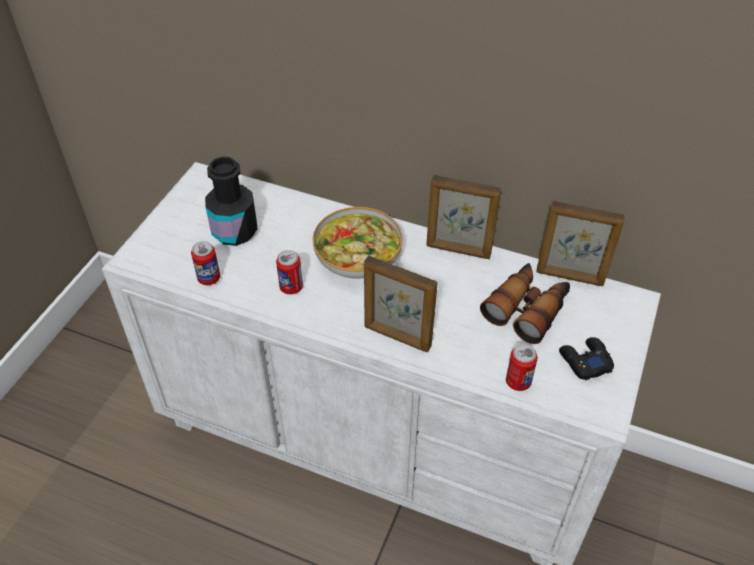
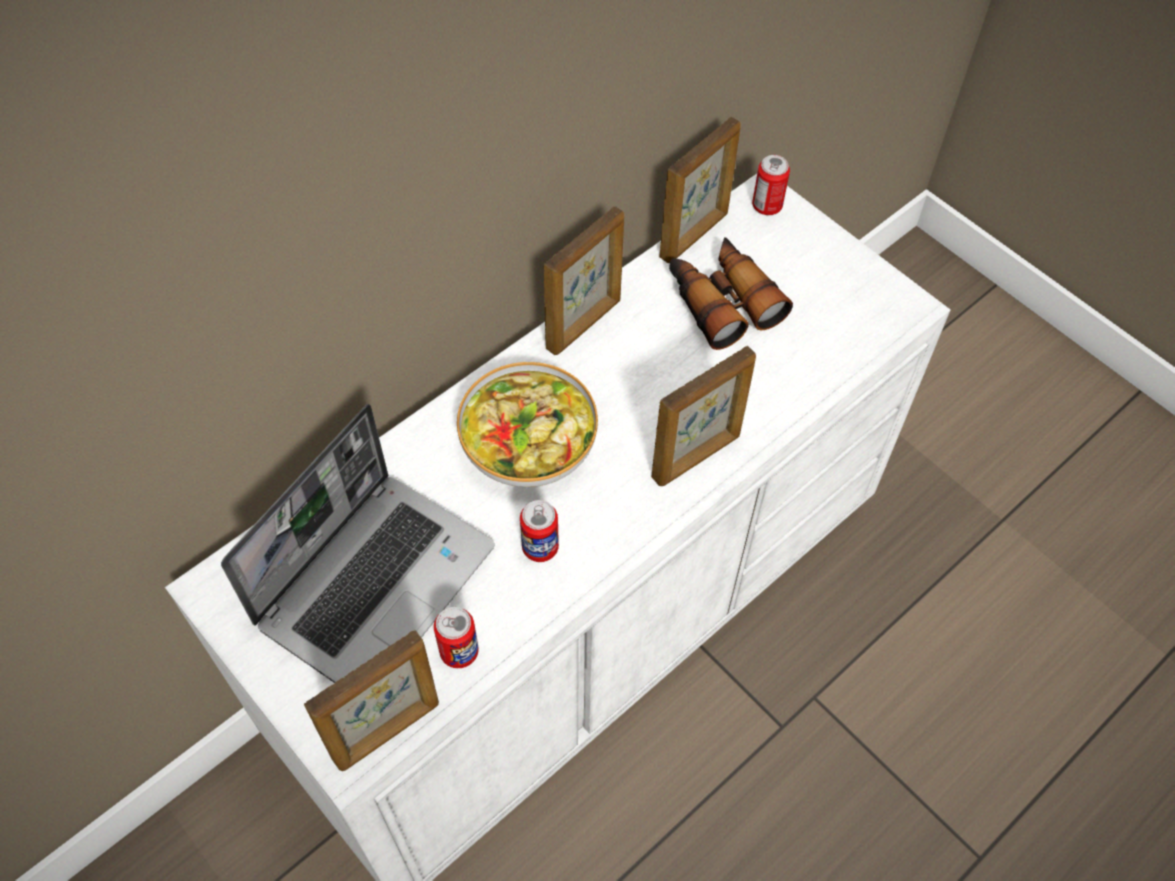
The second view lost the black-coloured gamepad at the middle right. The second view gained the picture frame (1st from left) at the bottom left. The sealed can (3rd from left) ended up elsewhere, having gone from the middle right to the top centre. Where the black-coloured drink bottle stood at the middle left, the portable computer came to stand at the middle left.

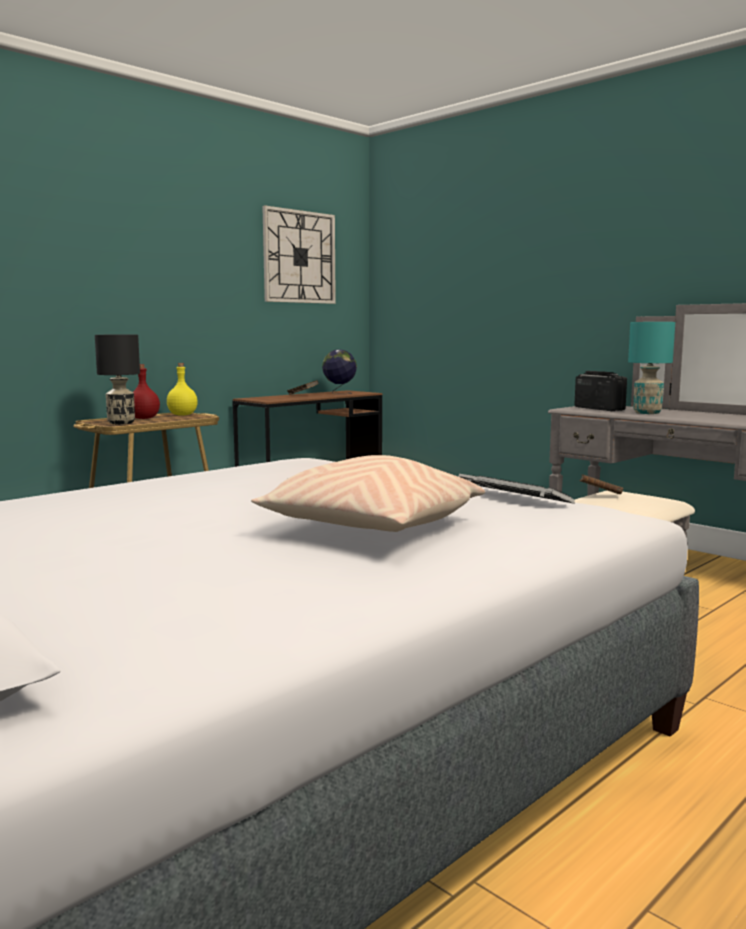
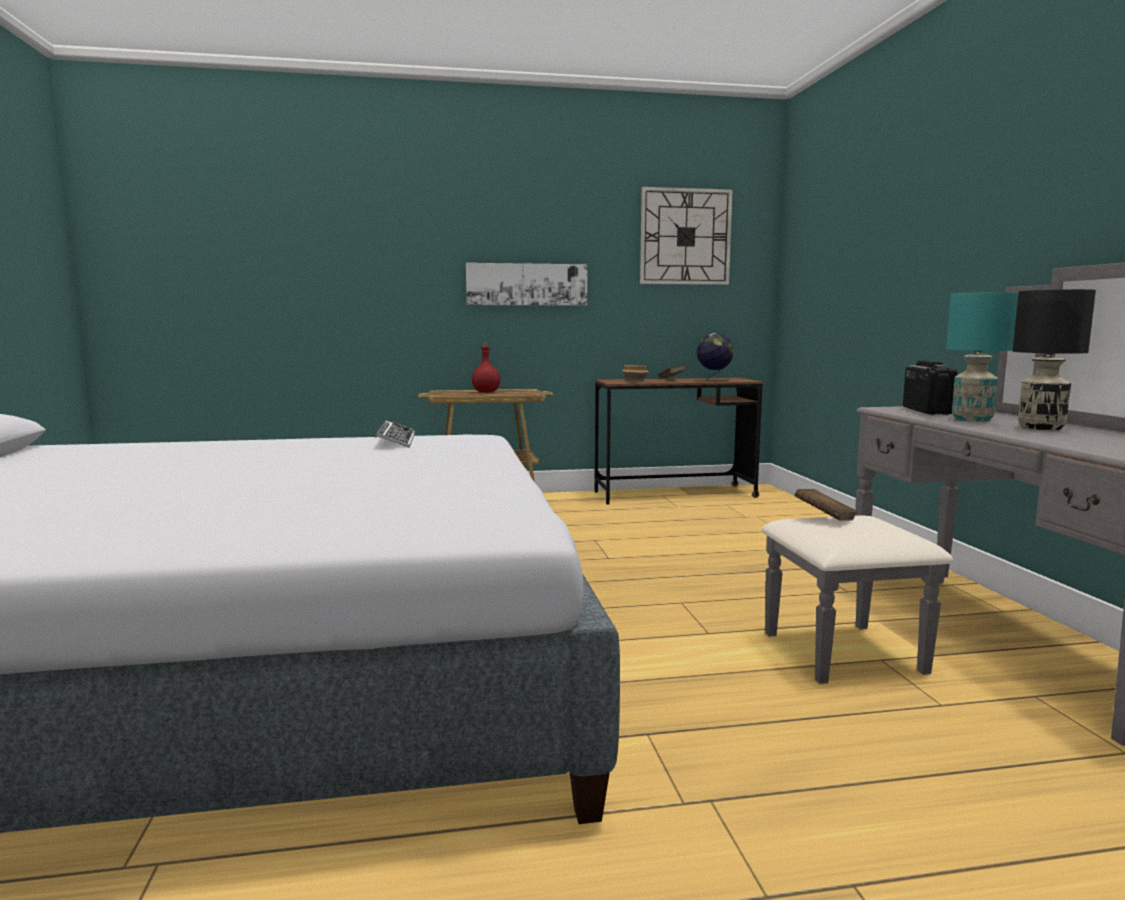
The second view lost the yellowish drink bottle at the middle left. The second view lost the beige cushion at the centre. The second view gained the wall art at the top centre. The second view gained the deep dish at the centre. The black-coloured tabletop lamp ended up elsewhere, having gone from the middle left to the middle right. The keyboard ended up elsewhere, having gone from the middle right to the centre.

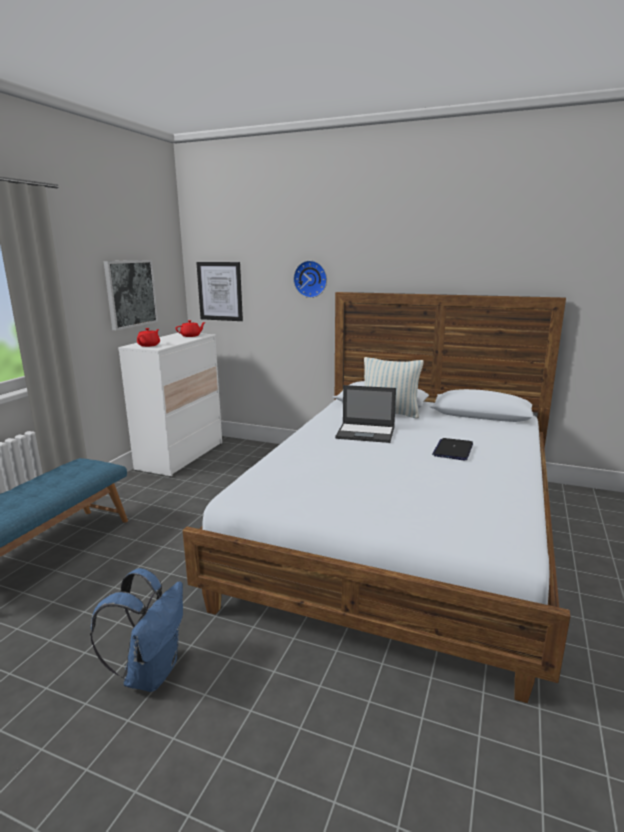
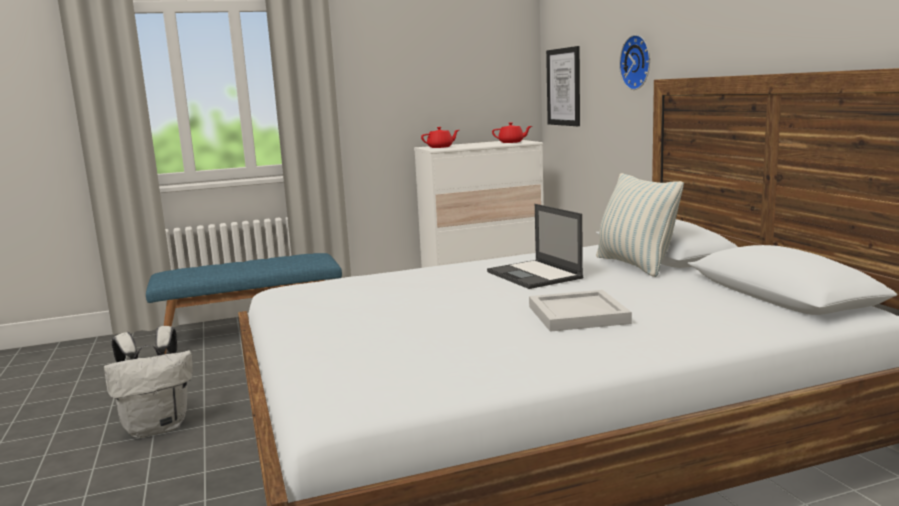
The second view lost the wall art (1st from left) at the middle left. Where the portable computer (2nd from left) stood at the middle right, the whitish carrying tray came to stand at the centre. What was the blue knapsack at the bottom left turned into the whitish knapsack at the bottom left.

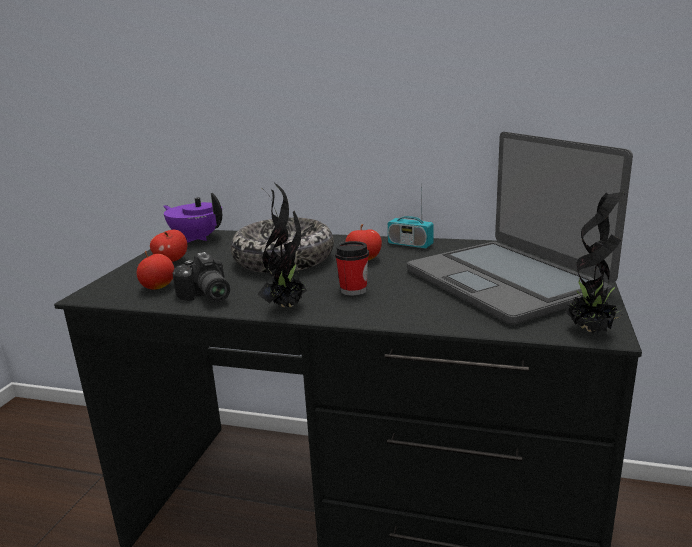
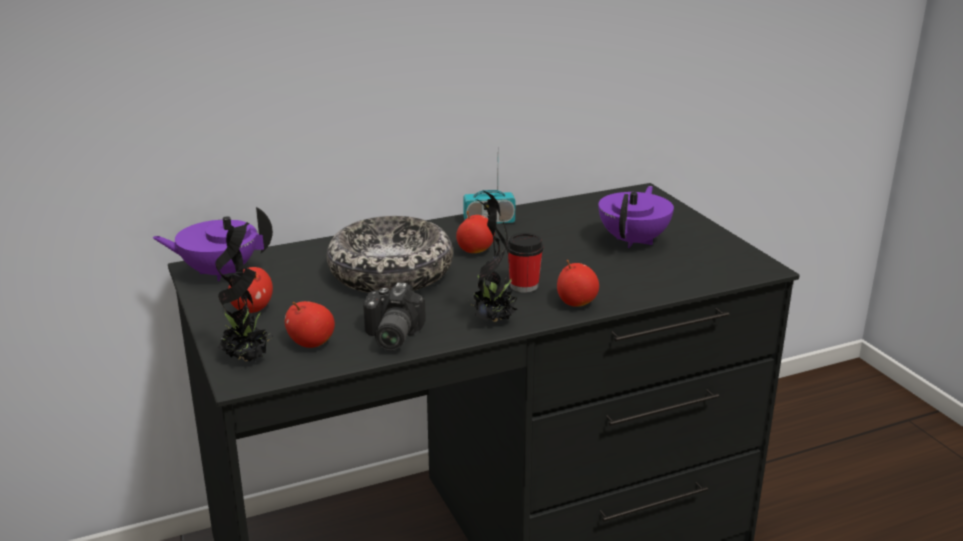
The second view gained the apple fruit (4th from left) at the centre. The plant in a pot (2nd from left in the first image) ended up elsewhere, having gone from the middle right to the middle left. Where the portable computer stood at the middle right, the purple-coloured pot for tea (2nd from left) came to stand at the centre. The photo camera at the middle left ended up facing another way, 75 degrees clockwise from before.

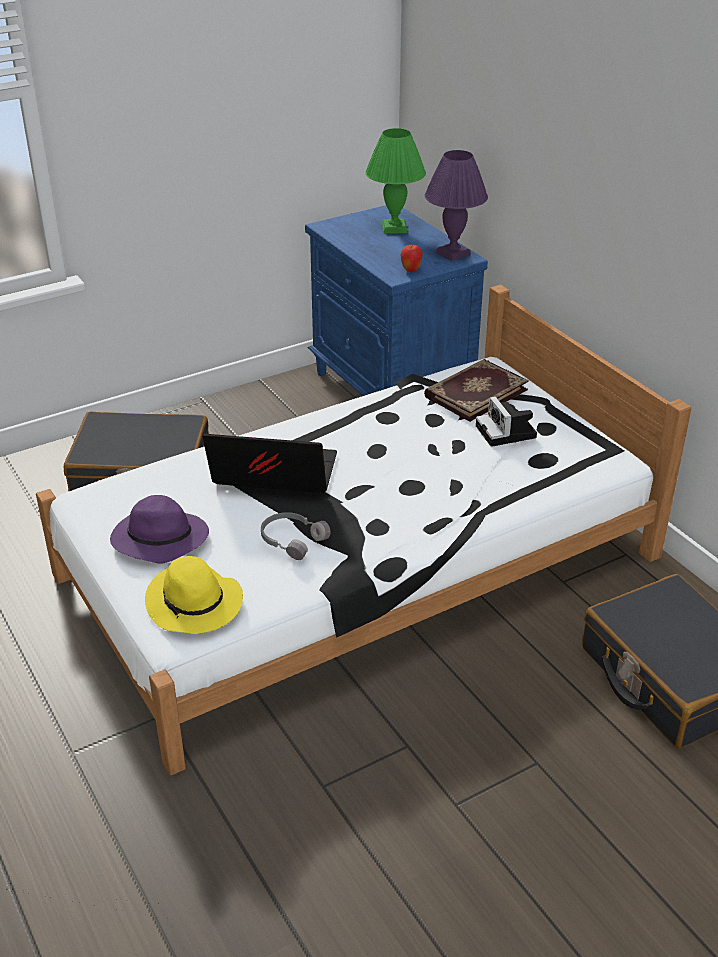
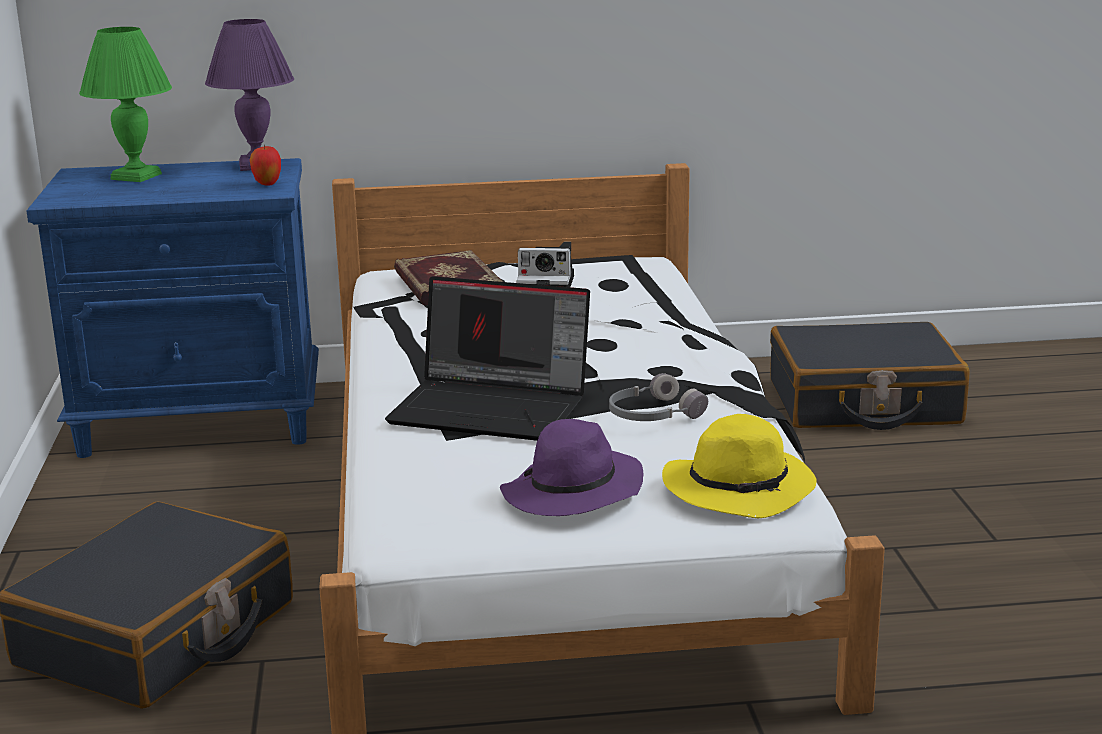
The portable computer at the centre ended up facing another way, 105 degrees counterclockwise from before.

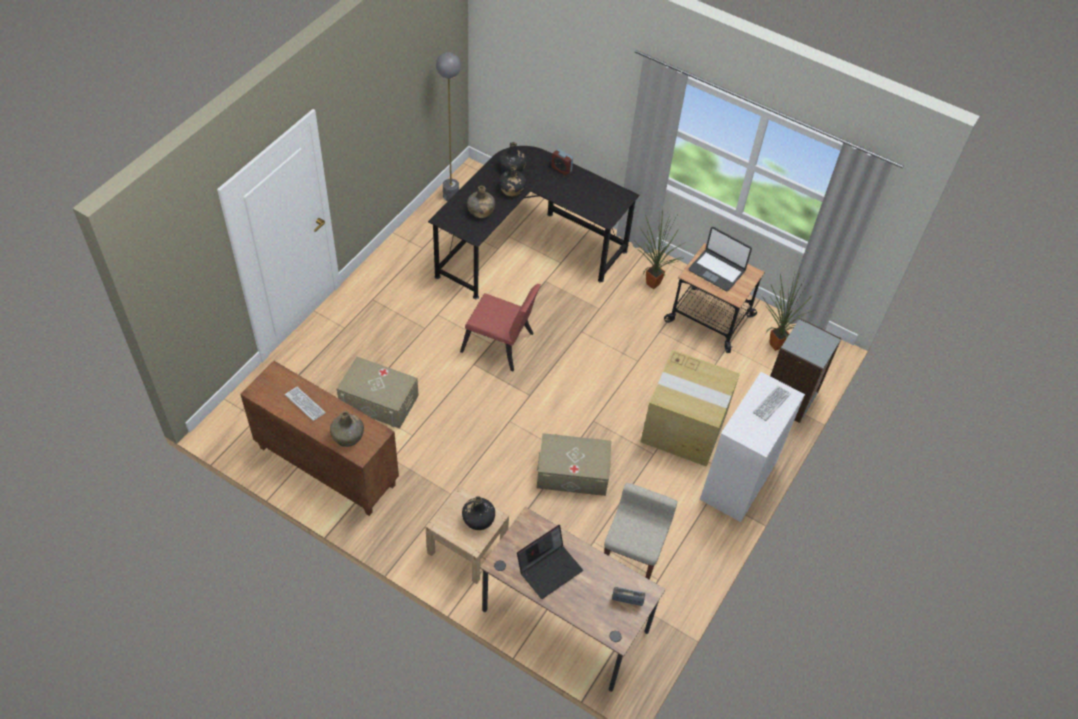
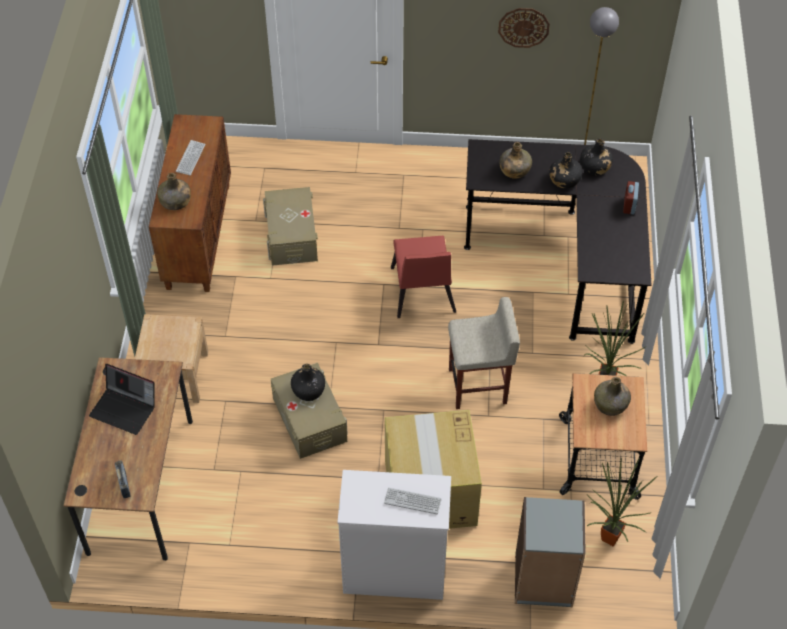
The second view gained the wall clock at the top centre. The black-coloured drink bottle (1st from left) ended up elsewhere, having gone from the bottom centre to the centre. The beige stool ended up elsewhere, having gone from the bottom centre to the centre. Where the portable computer (2nd from left) stood at the middle right, the green drink bottle (3rd from left) came to stand at the middle right.

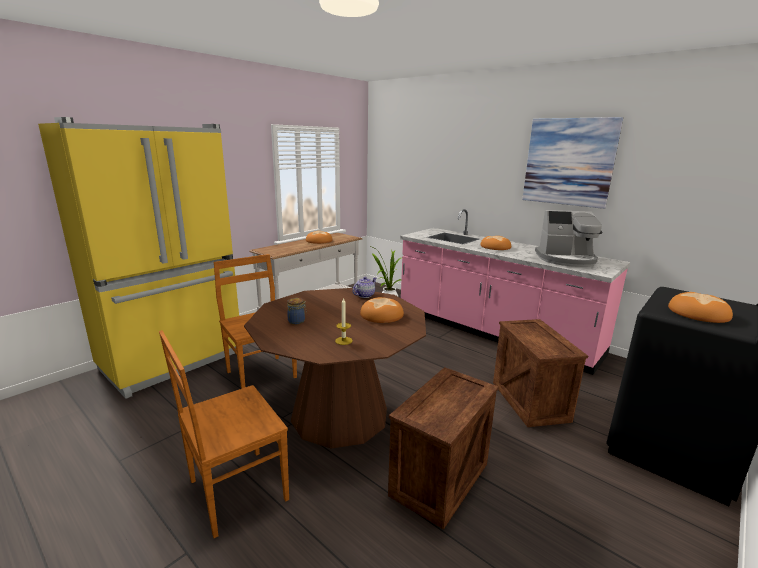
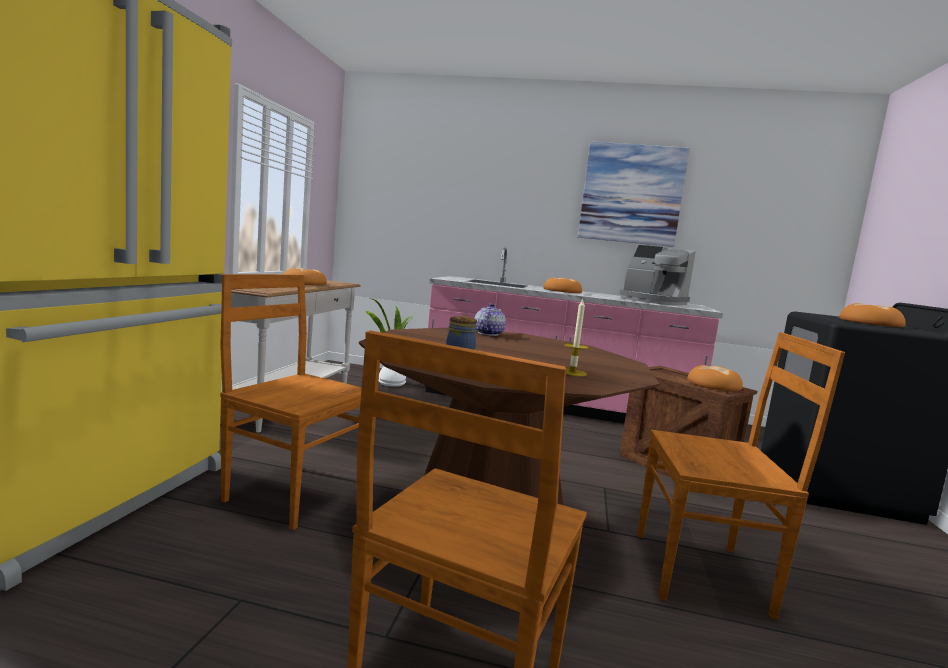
The baked bread (2nd from left in the first image) ended up elsewhere, having gone from the centre to the middle right. Where the crate (1st from left) stood at the bottom centre, the brown-coloured chair (3rd from left) came to stand at the bottom right. The coffee machine at the middle right ended up facing another way, 60 degrees clockwise from before.

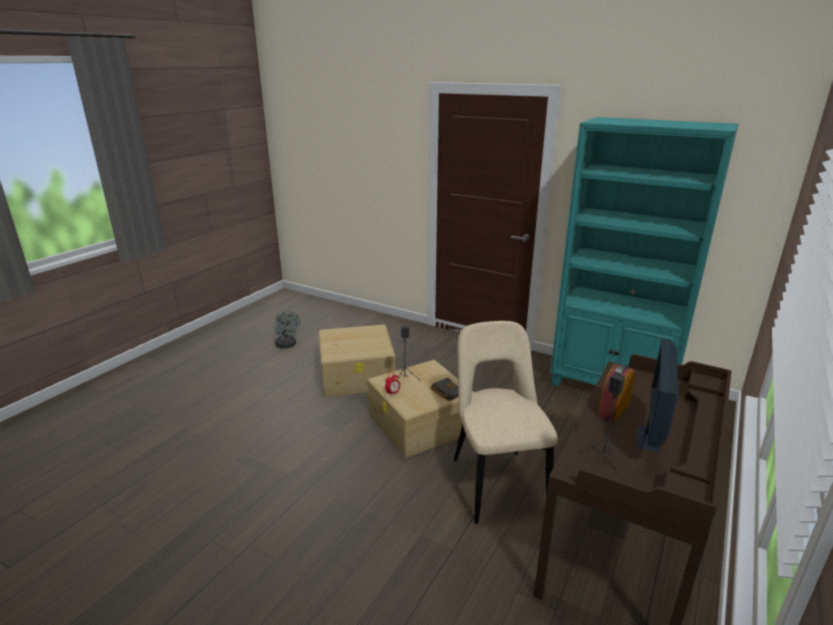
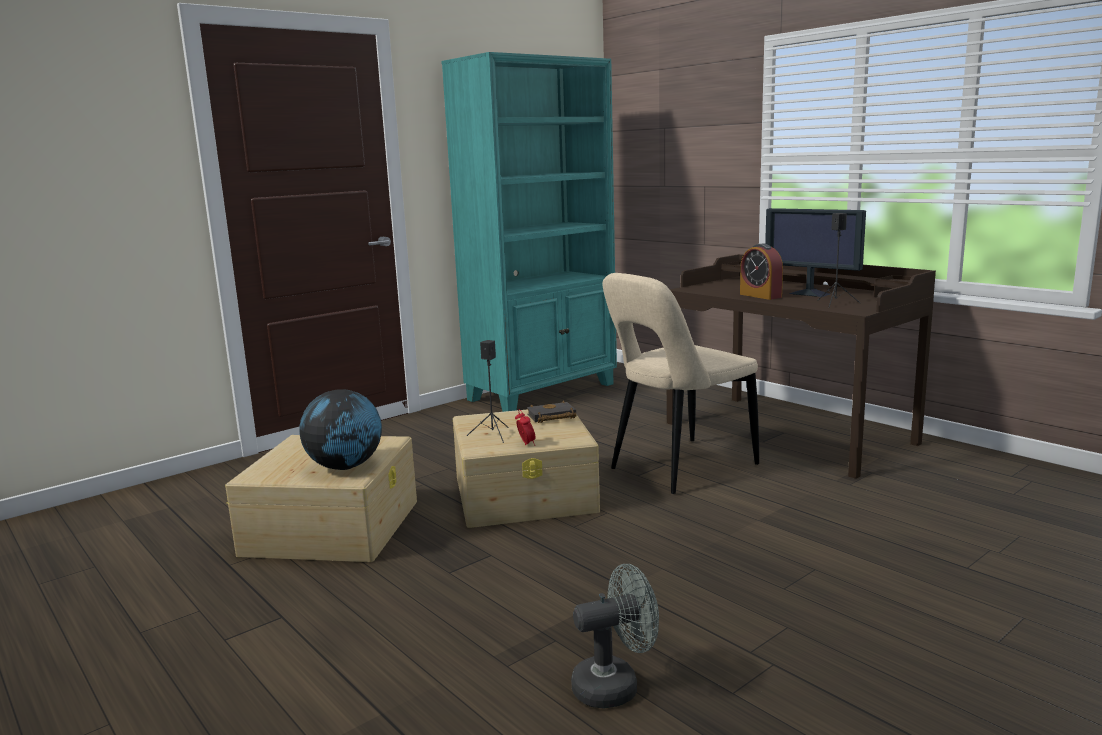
The second view gained the globe at the middle left. The grey cooling fan ended up elsewhere, having gone from the centre to the bottom centre. The beige chair at the bottom centre ended up facing another way, 45 degrees counterclockwise from before.

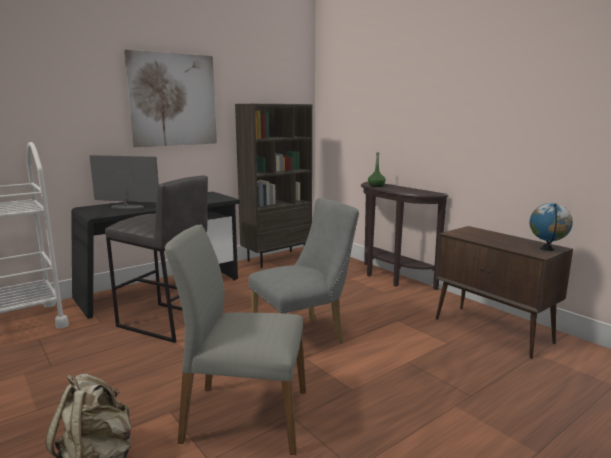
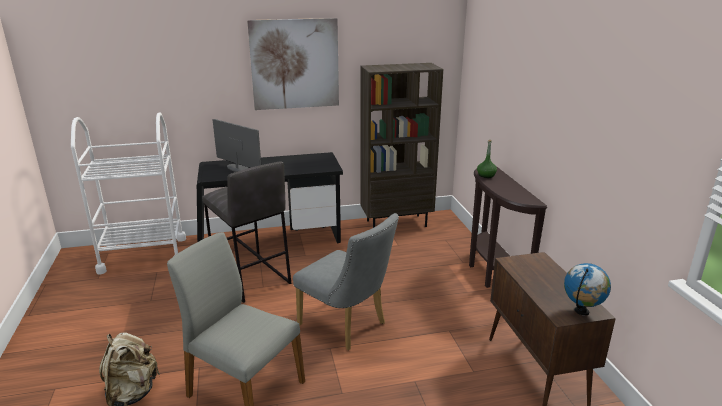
The grey chair (2nd from left) at the centre ended up facing another way, 45 degrees clockwise from before.

